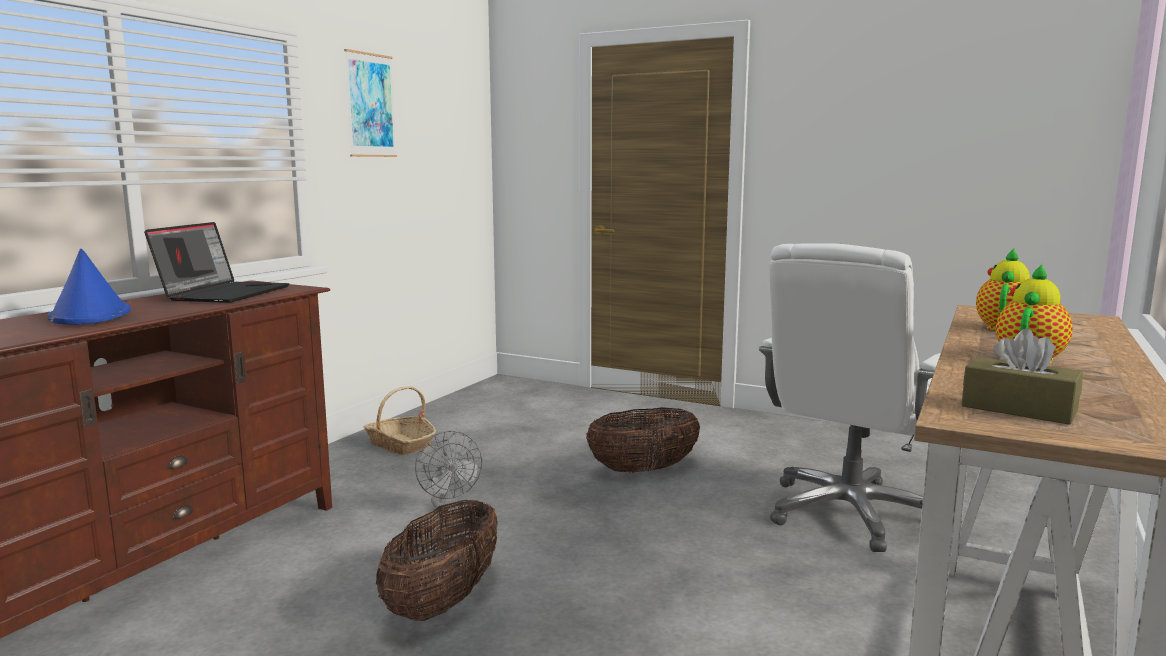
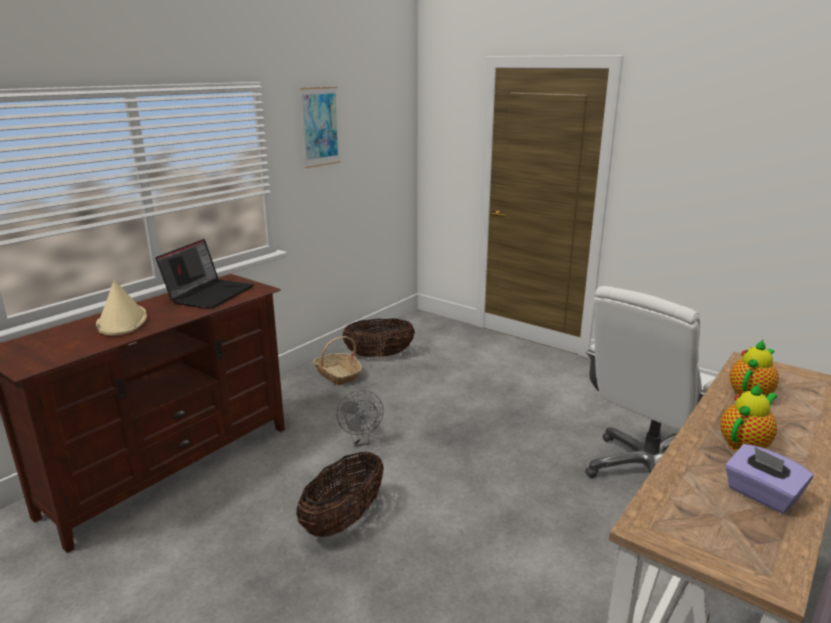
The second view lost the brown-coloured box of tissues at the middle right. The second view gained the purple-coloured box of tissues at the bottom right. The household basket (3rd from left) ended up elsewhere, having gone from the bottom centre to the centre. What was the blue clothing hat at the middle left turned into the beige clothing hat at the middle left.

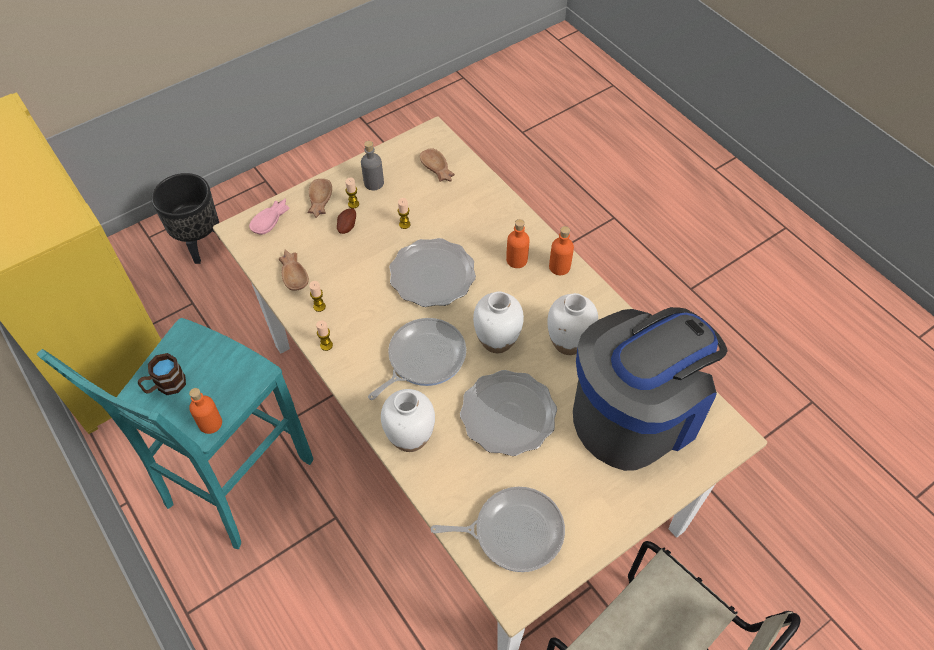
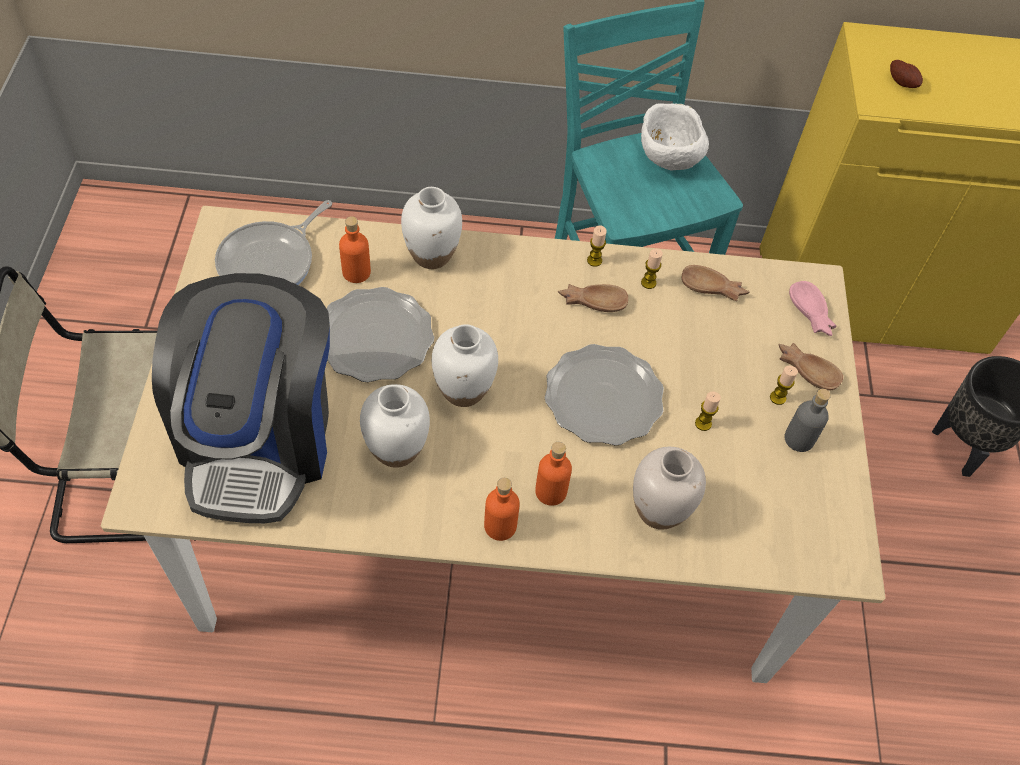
The second view lost the pan (1st from left) at the centre. The second view gained the whitish vase (4th from left) at the centre. The orange drink bottle (1st from left) ended up elsewhere, having gone from the middle left to the top centre. The potato ended up elsewhere, having gone from the centre to the top right. The brown-coloured deep dish (3rd from left in the first image) ended up elsewhere, having gone from the top centre to the centre. Where the brown-coloured tea mug stood at the middle left, the whitish deep dish came to stand at the top centre.

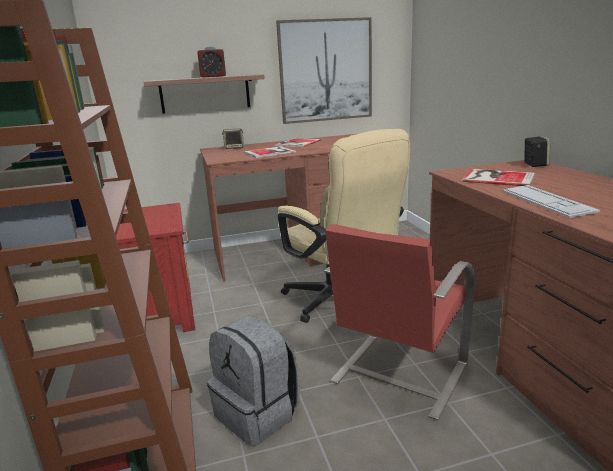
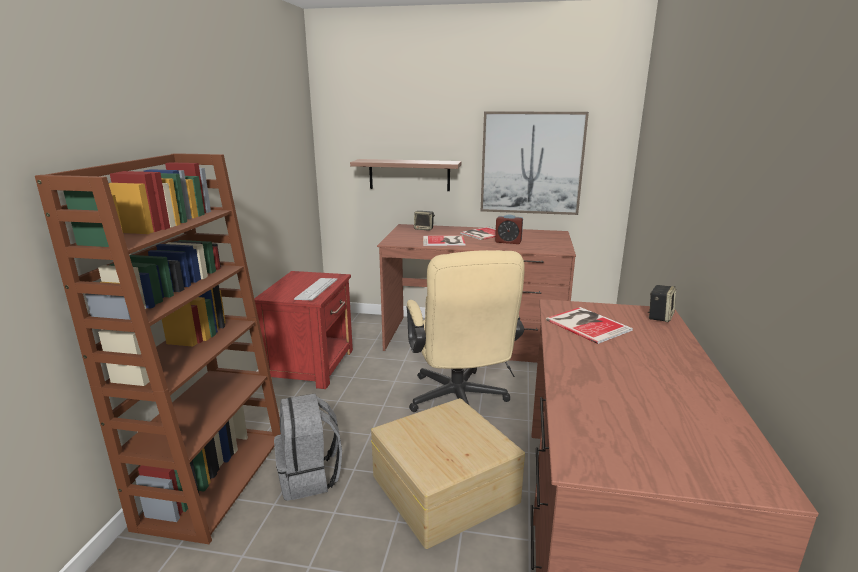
The bedside clock ended up elsewhere, having gone from the top centre to the centre. The keyboard ended up elsewhere, having gone from the middle right to the centre. Where the red-coloured chair stood at the bottom centre, the beige storage box came to stand at the bottom centre.

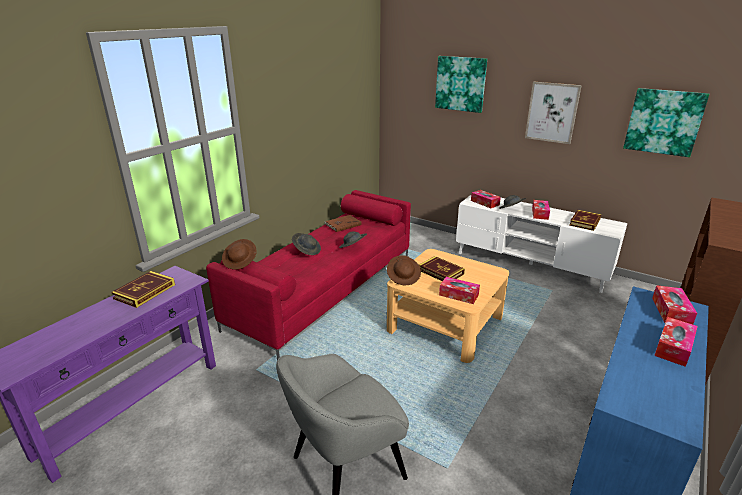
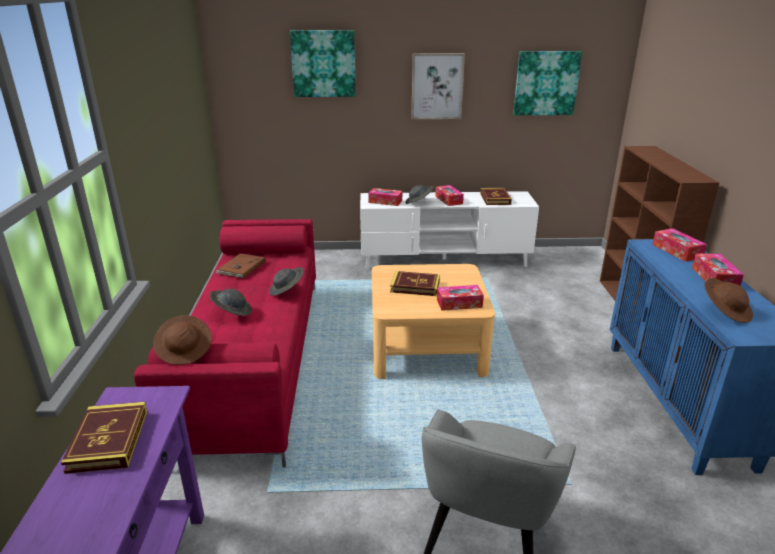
The brown-coloured clothing hat (2nd from left) ended up elsewhere, having gone from the centre to the middle right.

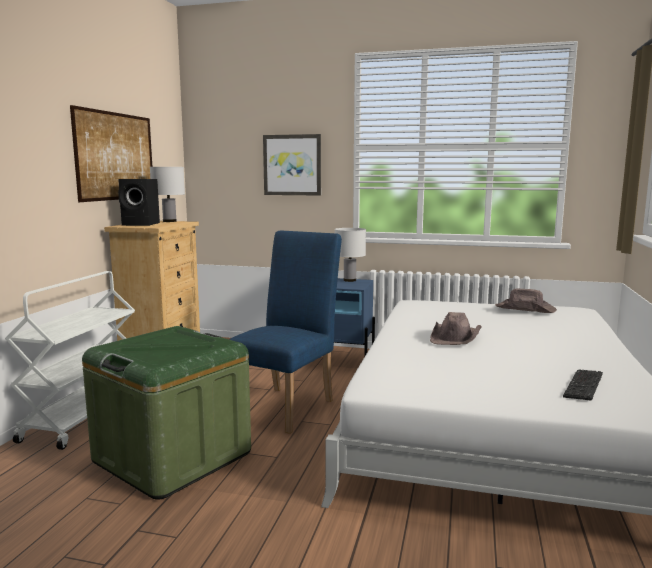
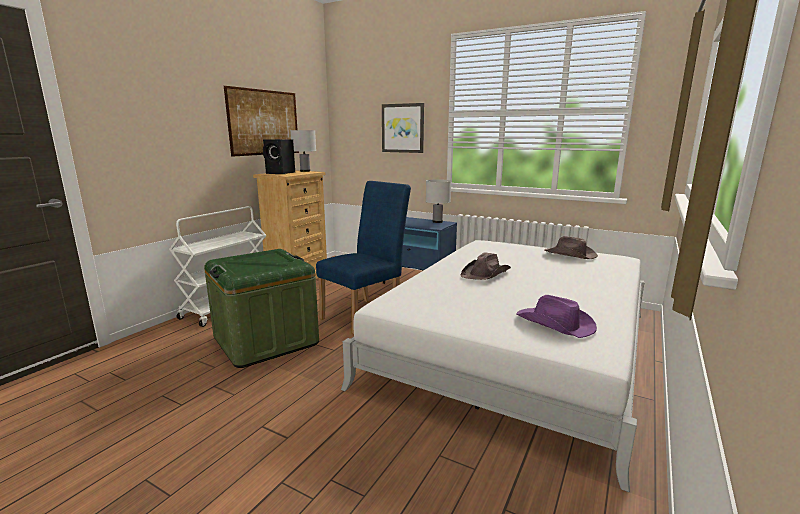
Where the keyboard stood at the bottom right, the purple-coloured clothing hat came to stand at the middle right.

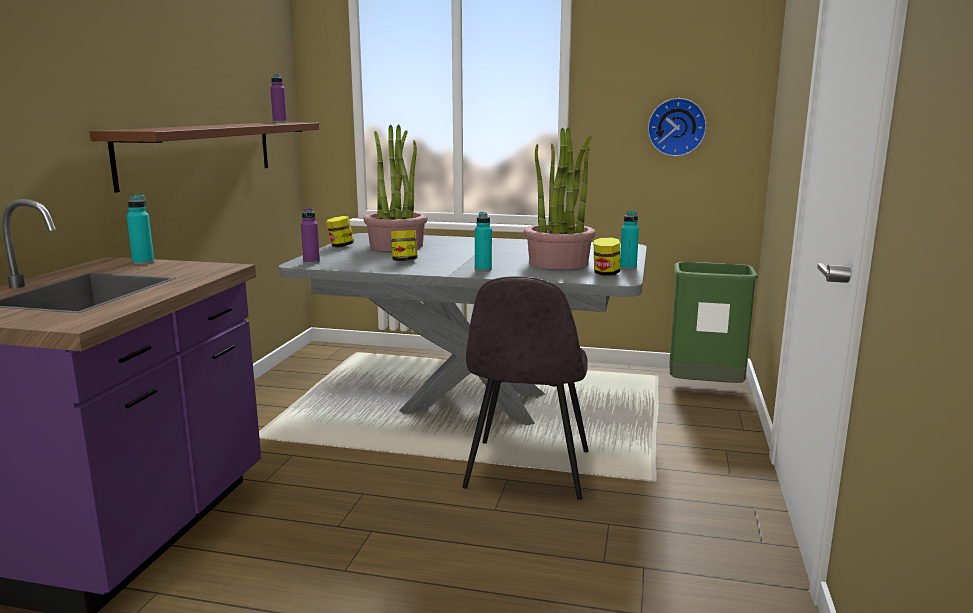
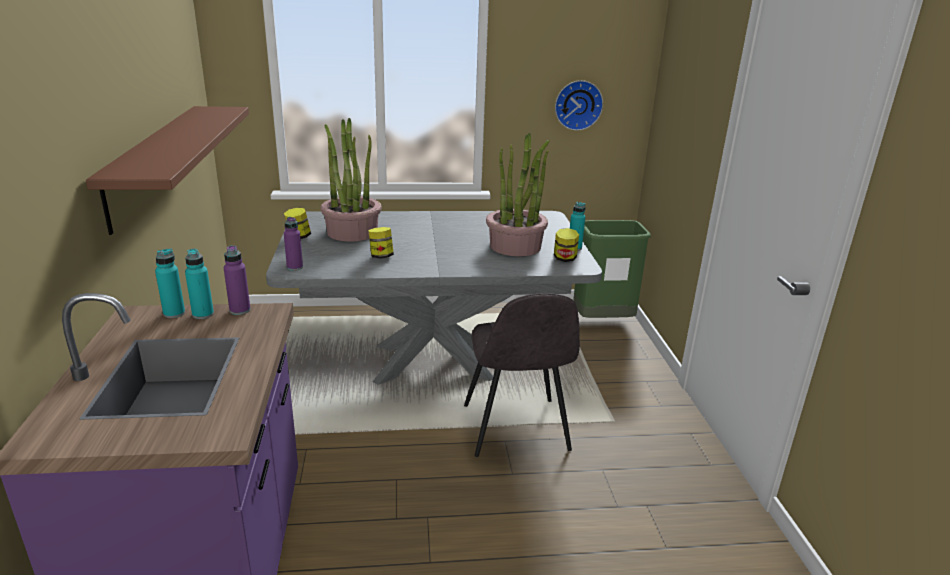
The purple-coloured drink bottle (1st from left) ended up elsewhere, having gone from the top left to the middle left. The blue-green drink bottle (2nd from left) ended up elsewhere, having gone from the centre to the middle left.

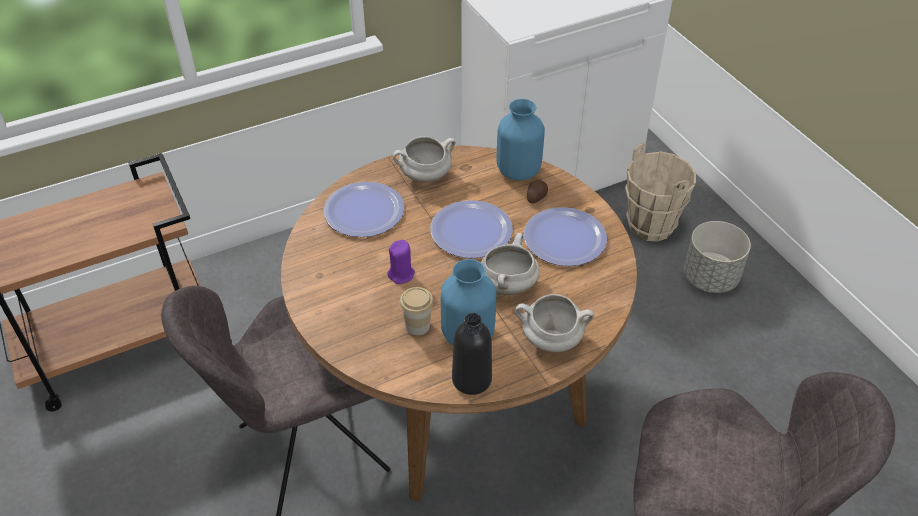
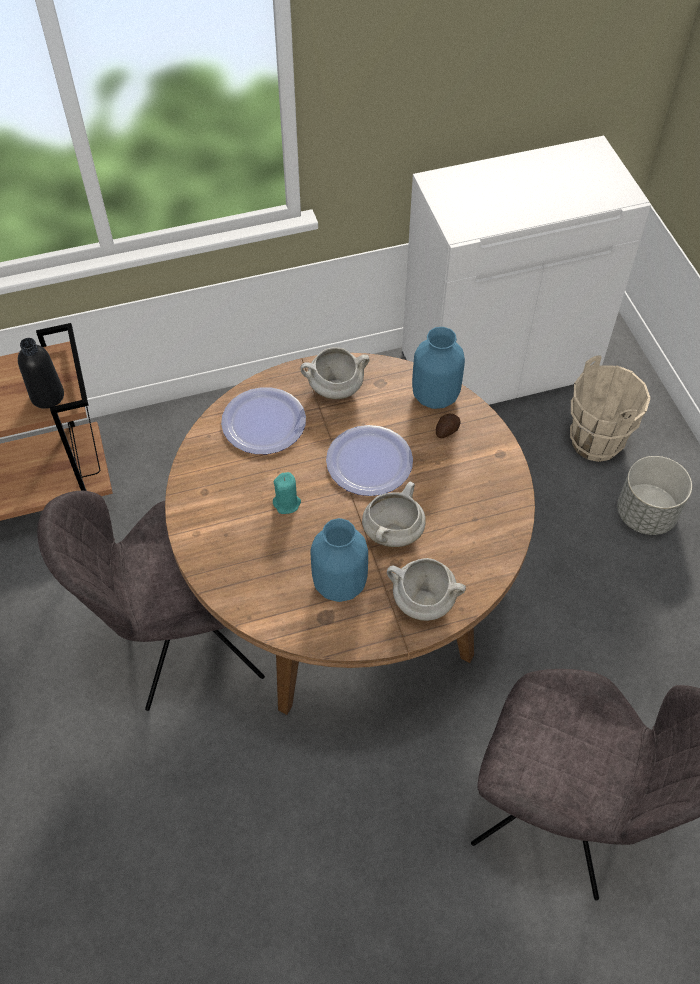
The second view lost the cup at the centre. The second view lost the plate (3rd from left) at the centre. The black-coloured drink bottle ended up elsewhere, having gone from the bottom centre to the middle left. What was the purple-coloured wax candle at the centre turned into the blue-green wax candle at the centre.

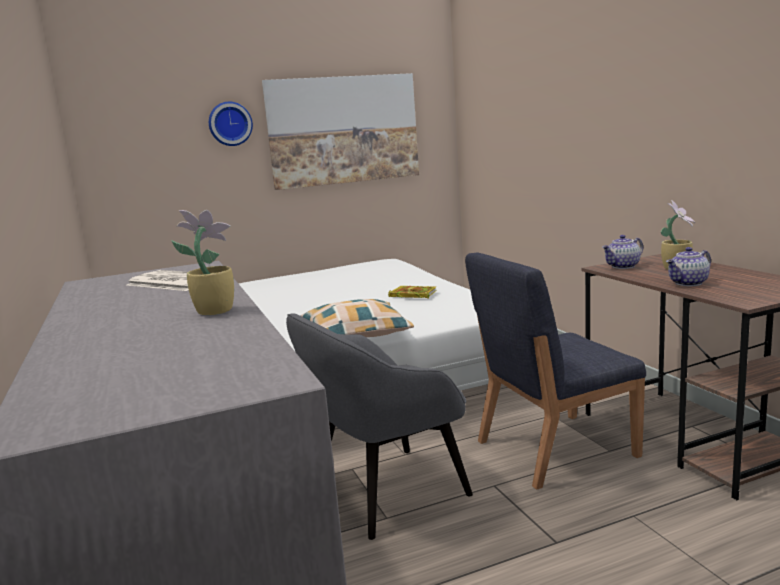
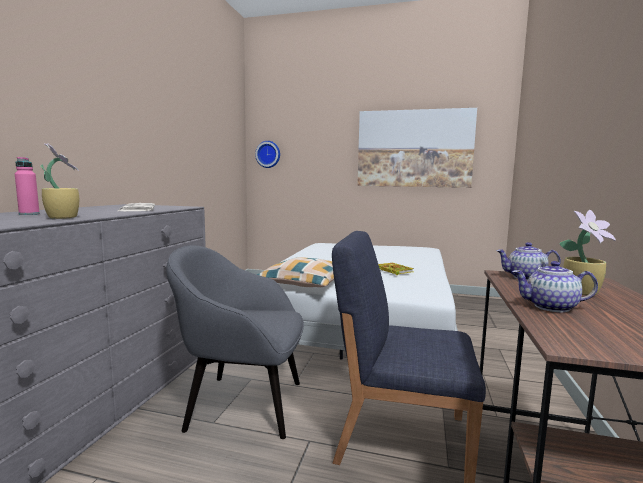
The second view gained the pink drink bottle at the middle left. The wall clock ended up elsewhere, having gone from the top left to the top centre.

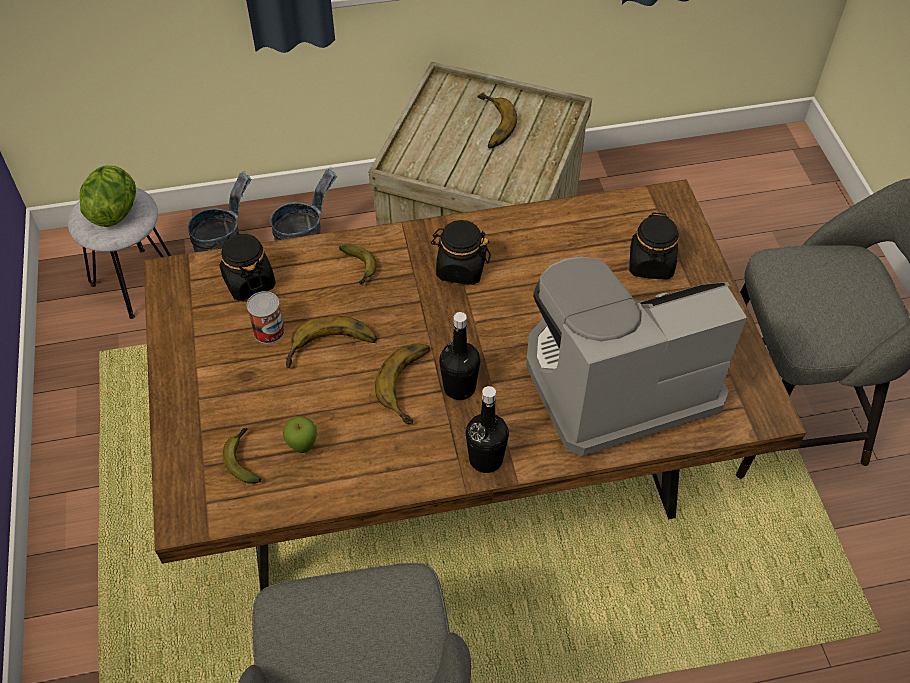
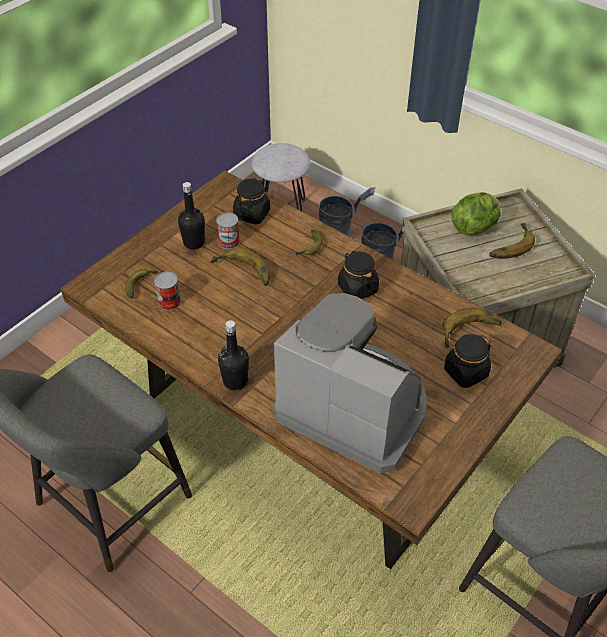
The lettuce ended up elsewhere, having gone from the top left to the middle right. The banana fruit (4th from left) ended up elsewhere, having gone from the centre to the middle right. The black-coloured drink bottle (1st from left) ended up elsewhere, having gone from the centre to the middle left. Where the apple fruit stood at the middle left, the sealed can (1st from left) came to stand at the middle left.

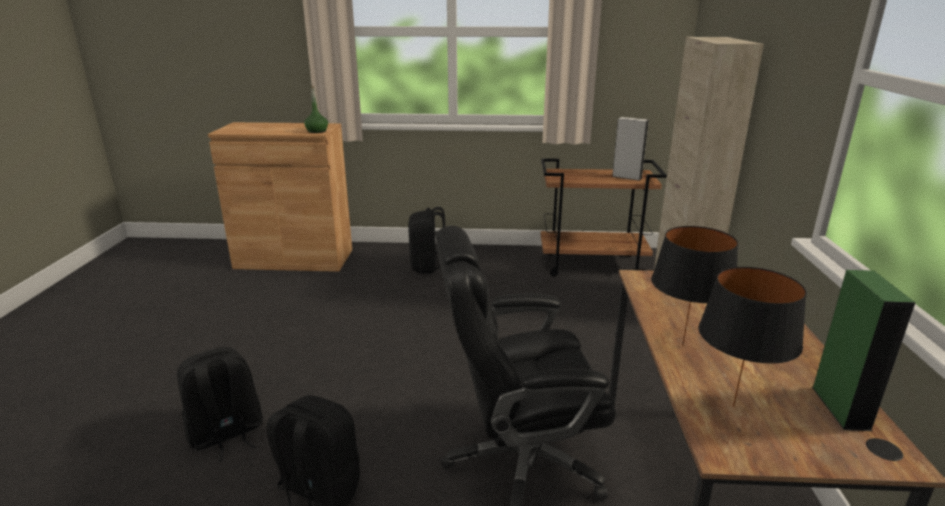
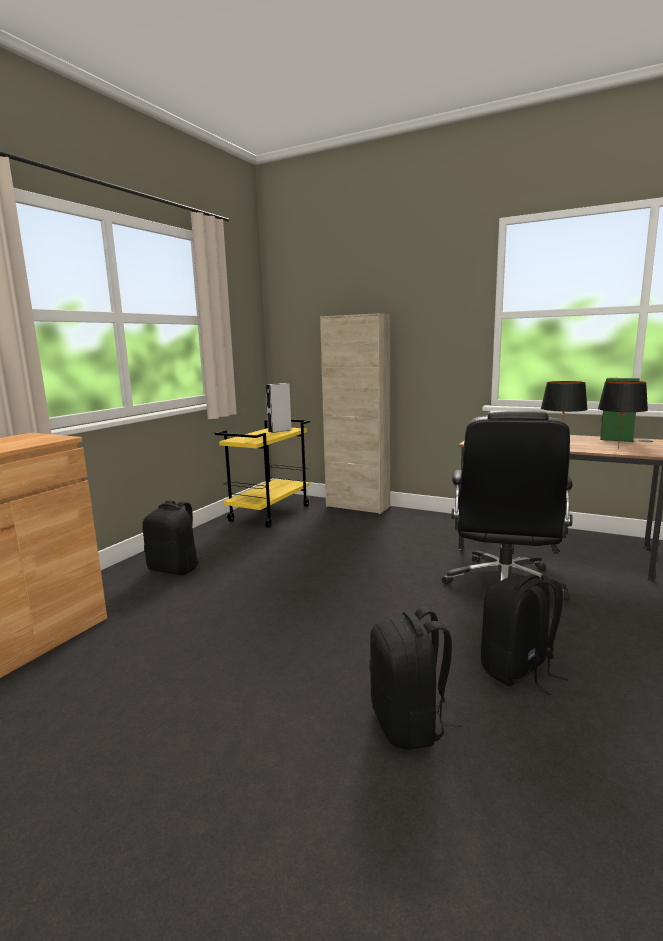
The second view lost the green drink bottle at the top centre. What was the brown-coloured wheeled cart at the centre turned into the yellowish wheeled cart at the centre.

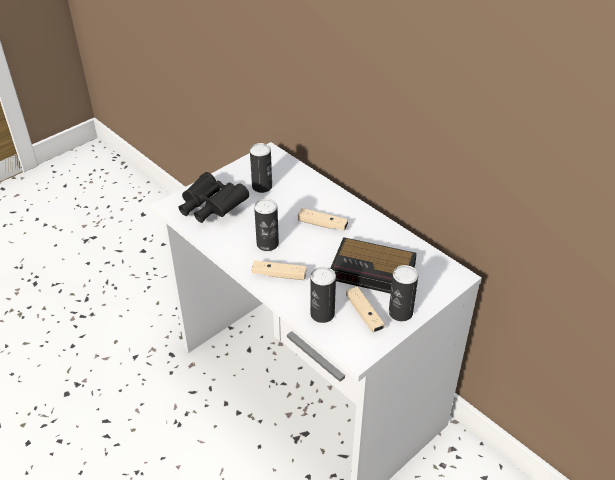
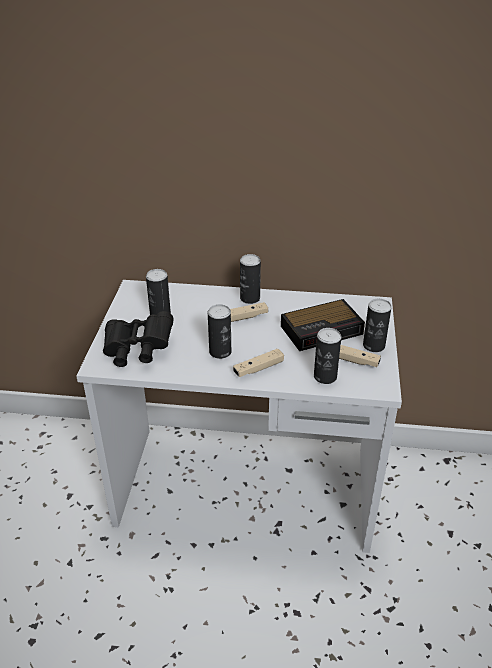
The second view gained the sealed can (3rd from left) at the centre.

